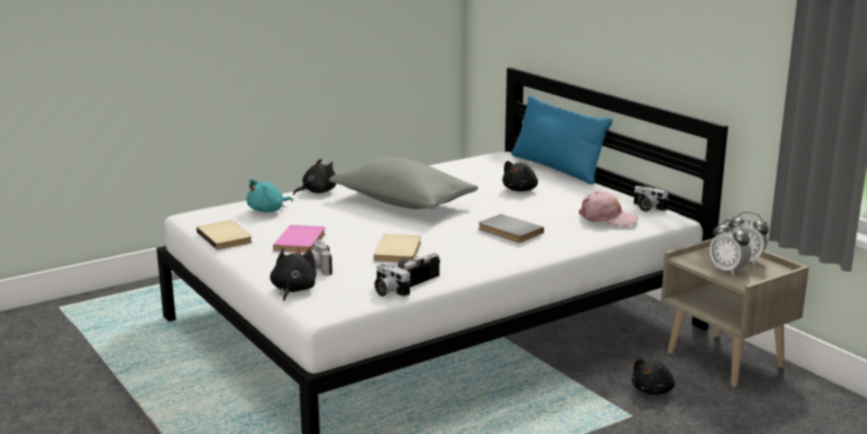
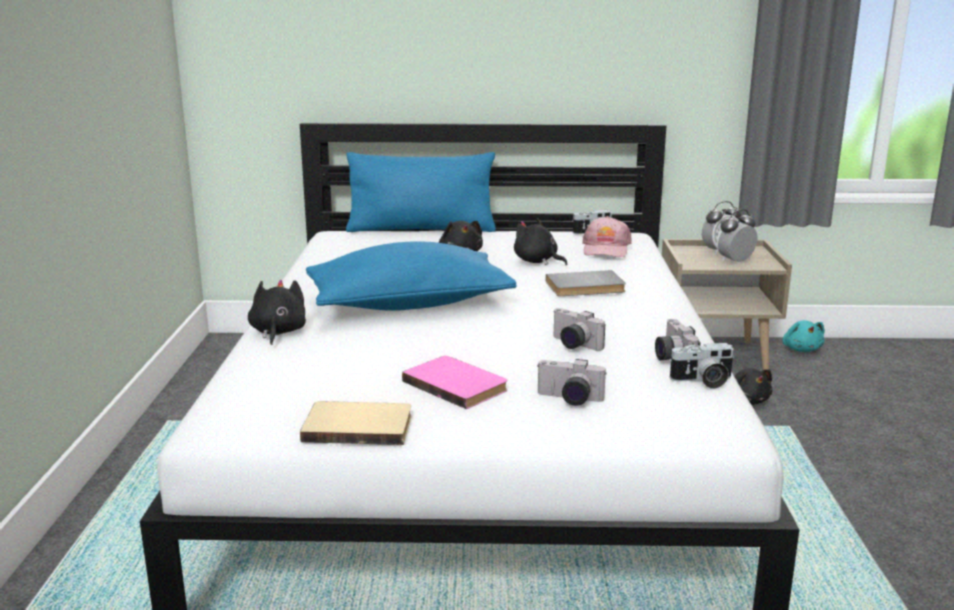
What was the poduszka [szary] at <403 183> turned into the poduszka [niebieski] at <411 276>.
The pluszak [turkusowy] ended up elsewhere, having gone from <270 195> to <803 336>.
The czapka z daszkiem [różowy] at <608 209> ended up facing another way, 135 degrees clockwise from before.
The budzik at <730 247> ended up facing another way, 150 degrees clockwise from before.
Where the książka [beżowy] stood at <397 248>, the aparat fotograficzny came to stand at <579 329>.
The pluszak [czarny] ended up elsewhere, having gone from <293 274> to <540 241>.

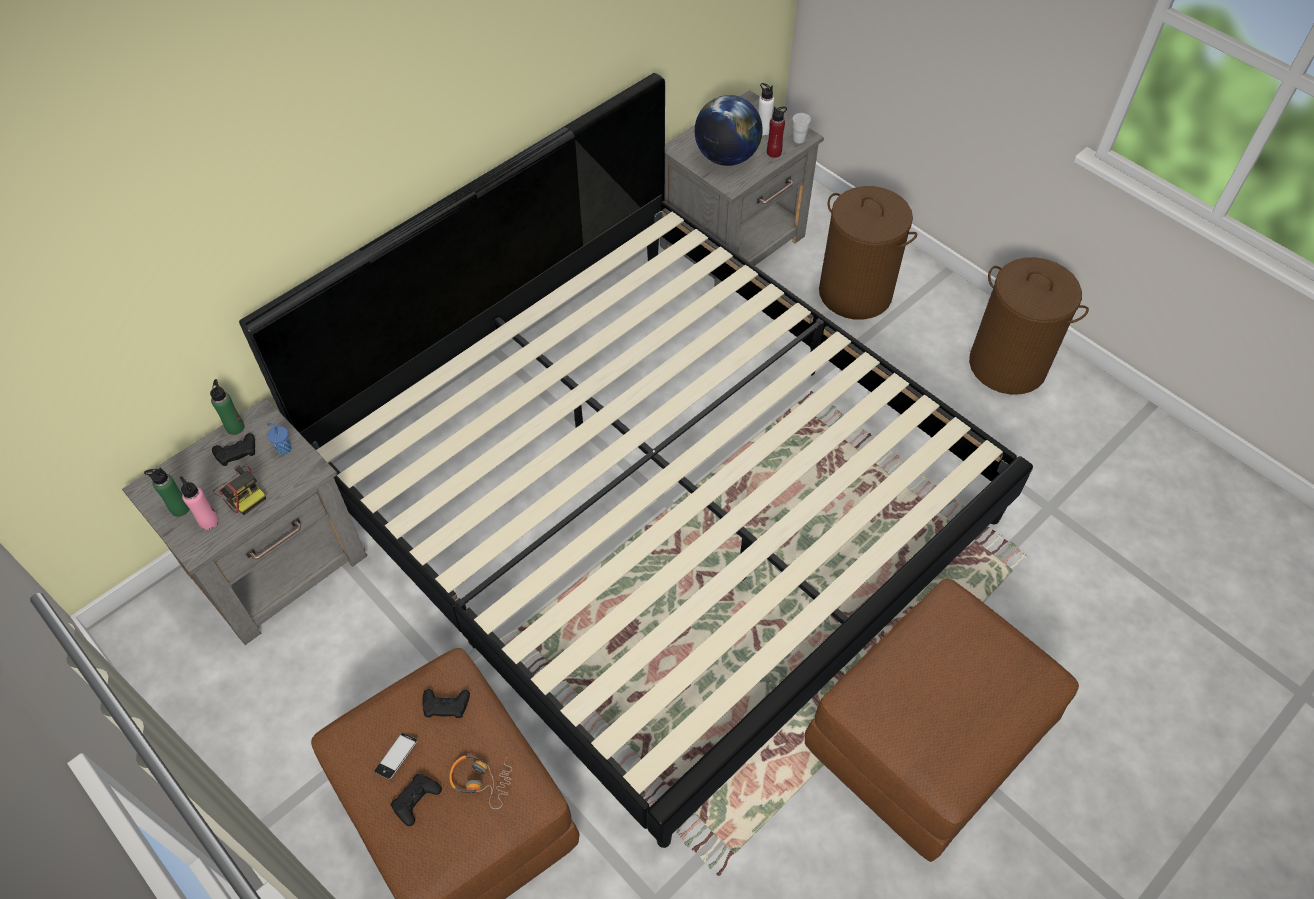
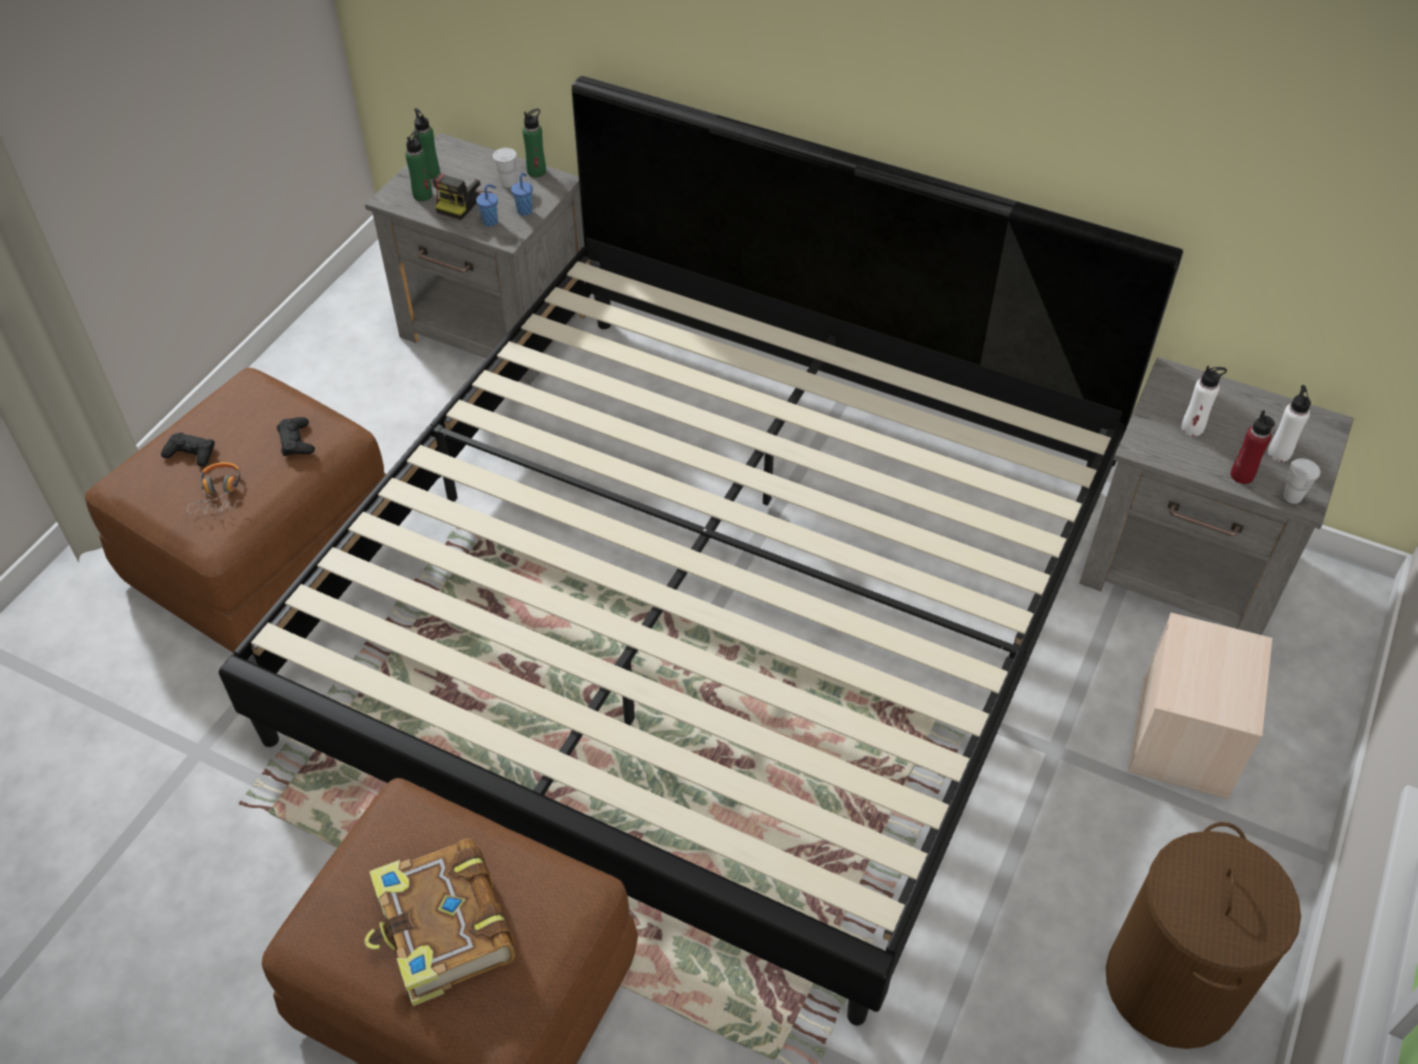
Where the globus stood at <729 130>, the butelka [biały] came to stand at <1204 401>.
Where the kosz na pranie [brązowy] stood at <868 253>, the pojemnik do przechowywania [beżowy] came to stand at <1200 705>.
Where the pad do gier [czarny] stood at <233 449>, the filiżanka [biały] came to stand at <505 167>.
What was the butelka [różowy] at <199 503> turned into the butelka [zielony] at <418 165>.
The second view lost the telefon at <396 756>.
The second view gained the filiżanka [niebieski] at <487 205>.
The second view gained the książka at <440 922>.

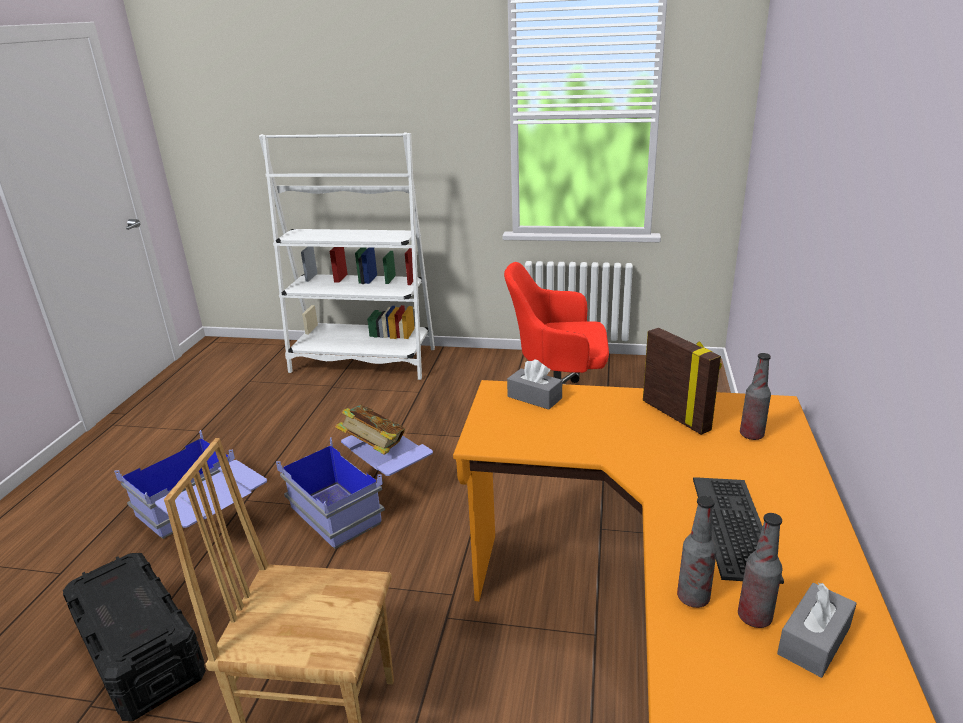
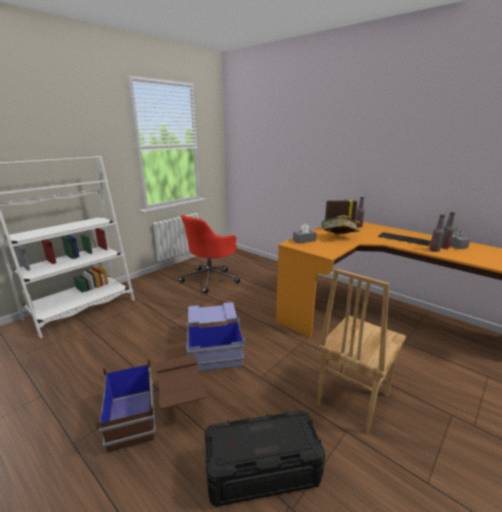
The książka ended up elsewhere, having gone from <370 430> to <340 225>.
What was the pojemnik do przechowywania [niebieski] at <190 484> turned into the pojemnik do przechowywania [brązowy] at <150 404>.

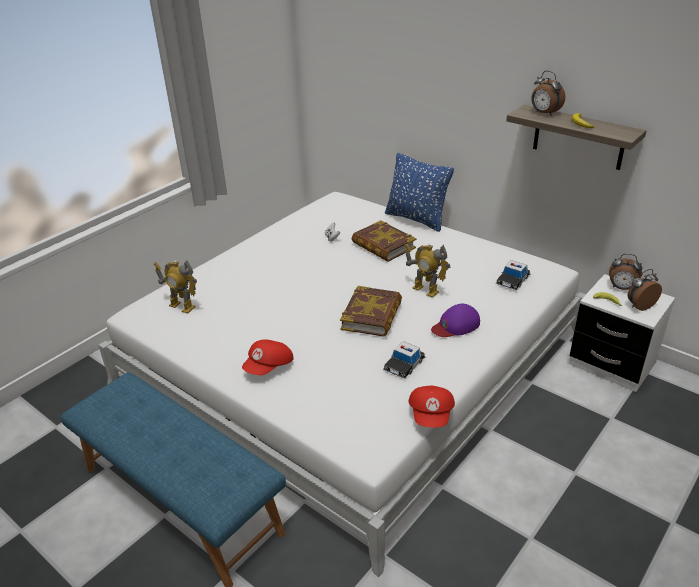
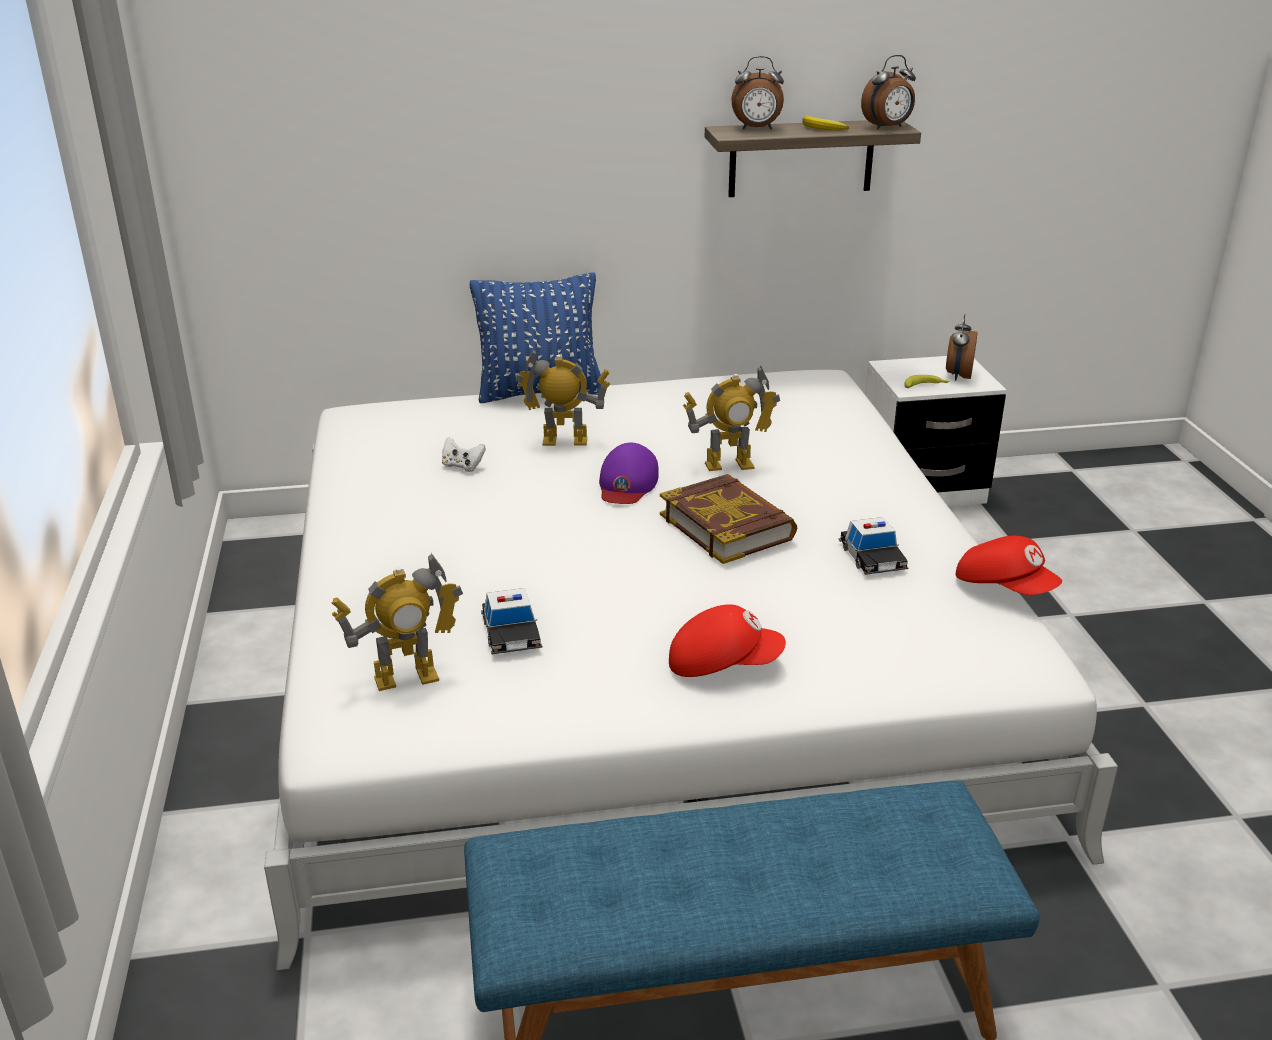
Where the książka stood at <384 241>, the robot zabawkowy came to stand at <563 398>.
The budzik ended up elsewhere, having gone from <625 272> to <888 92>.
The samochodzik ended up elsewhere, having gone from <513 275> to <512 621>.
The czapka z daszkiem [fioletowy] ended up elsewhere, having gone from <455 320> to <629 473>.
The czapka z daszkiem [czerwony] at <267 357> ended up facing another way, 75 degrees counterclockwise from before.

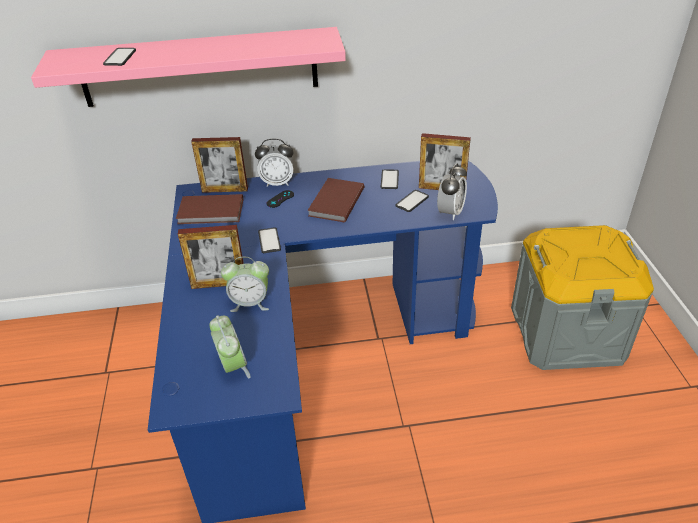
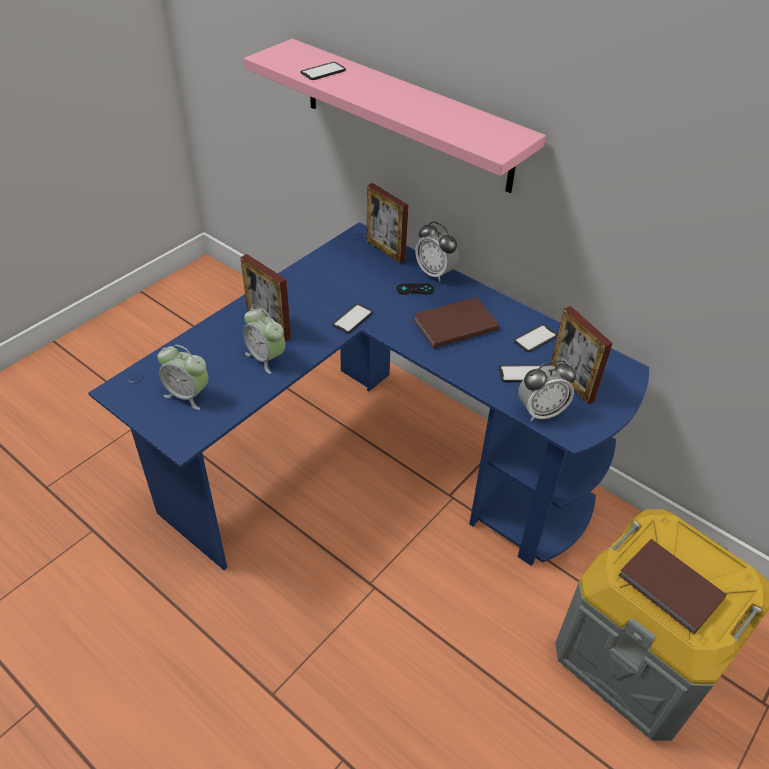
The książka [brązowy] ended up elsewhere, having gone from <209 209> to <672 586>.
The budzik at <230 346> ended up facing another way, 90 degrees clockwise from before.

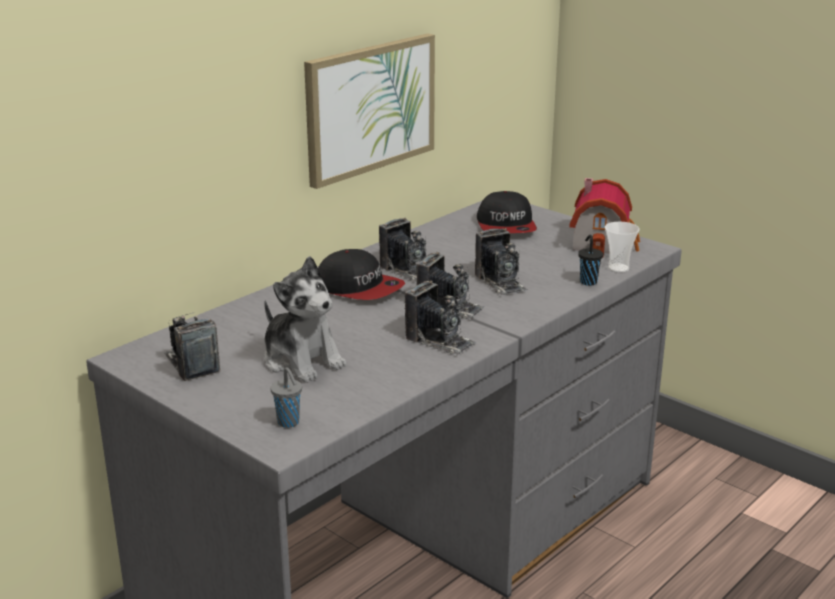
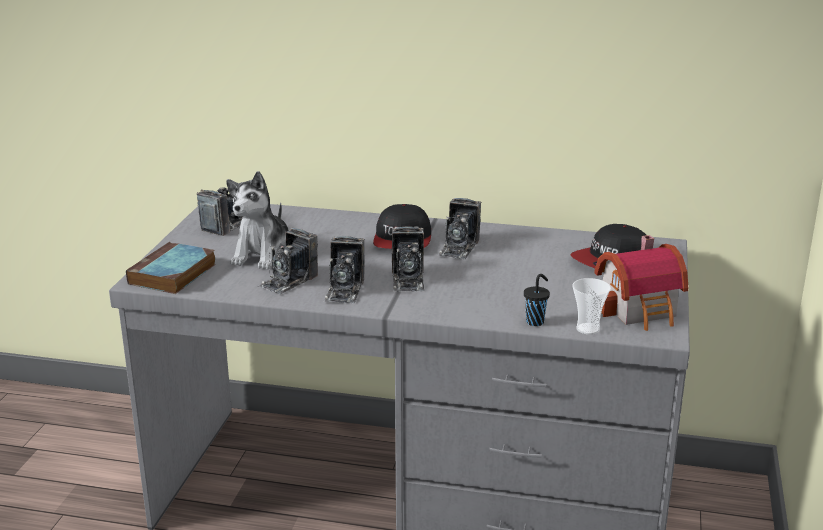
The second view lost the obraz at <369 111>.
The aparat fotograficzny ended up elsewhere, having gone from <501 262> to <288 261>.
Where the filiżanka [szary] stood at <286 397>, the książka came to stand at <171 268>.

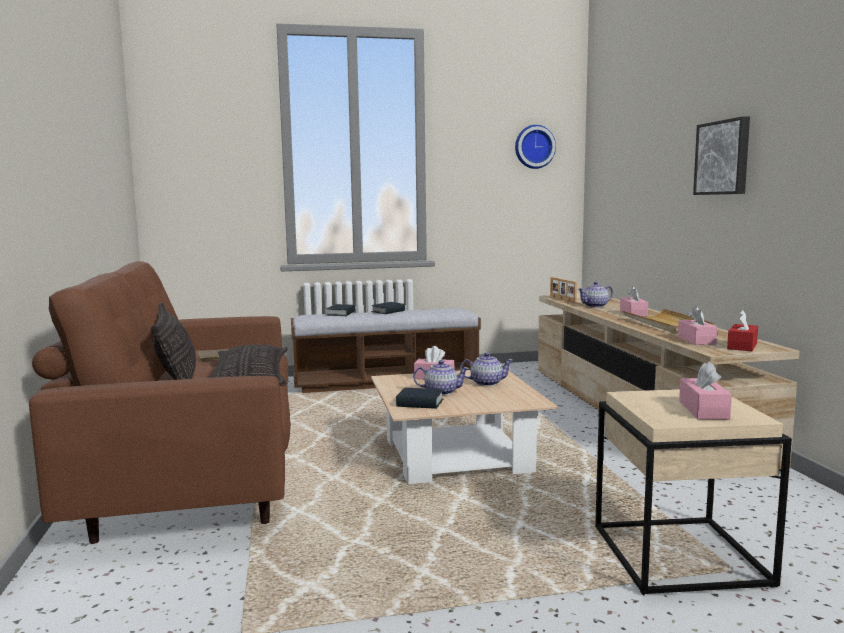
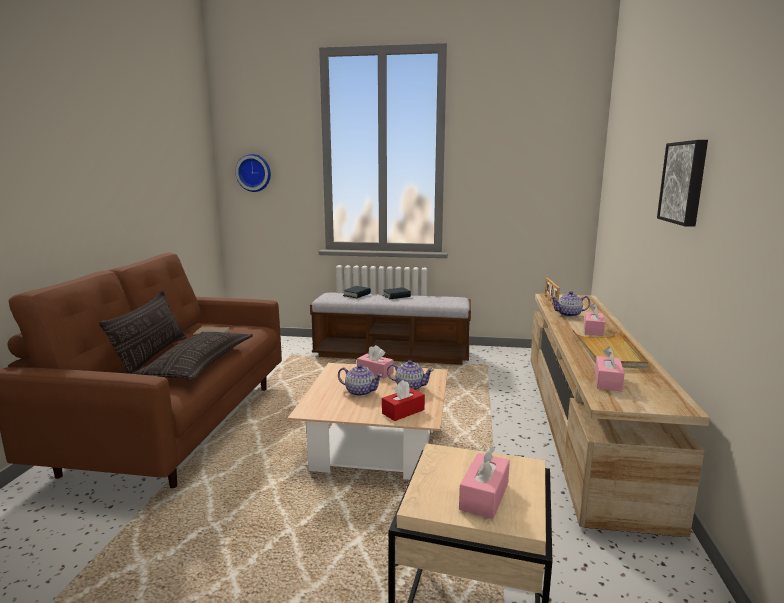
The zegar ścienny ended up elsewhere, having gone from <535 147> to <253 173>.
The pudełko chusteczek [czerwony] ended up elsewhere, having gone from <742 330> to <403 400>.
The second view lost the książka at <419 398>.

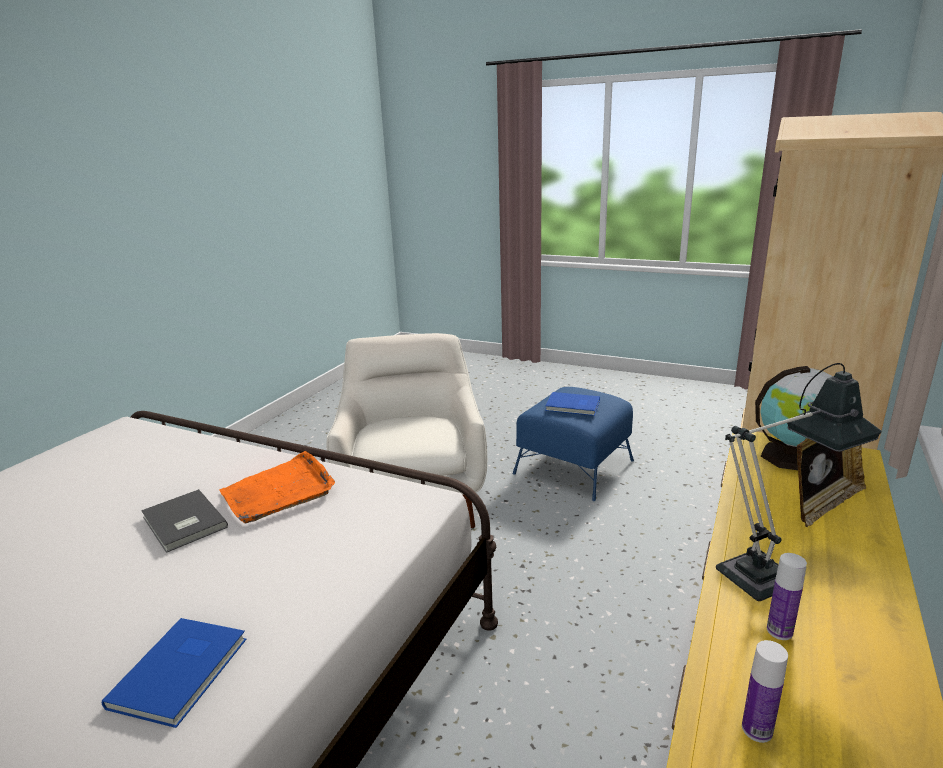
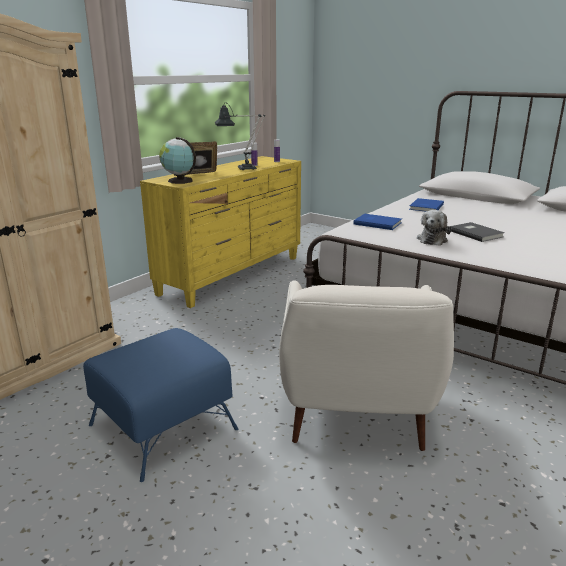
The książka [niebieski] ended up elsewhere, having gone from <572 404> to <377 222>.
Where the taca [pomarańczowy] stood at <277 487>, the pluszak came to stand at <434 228>.

